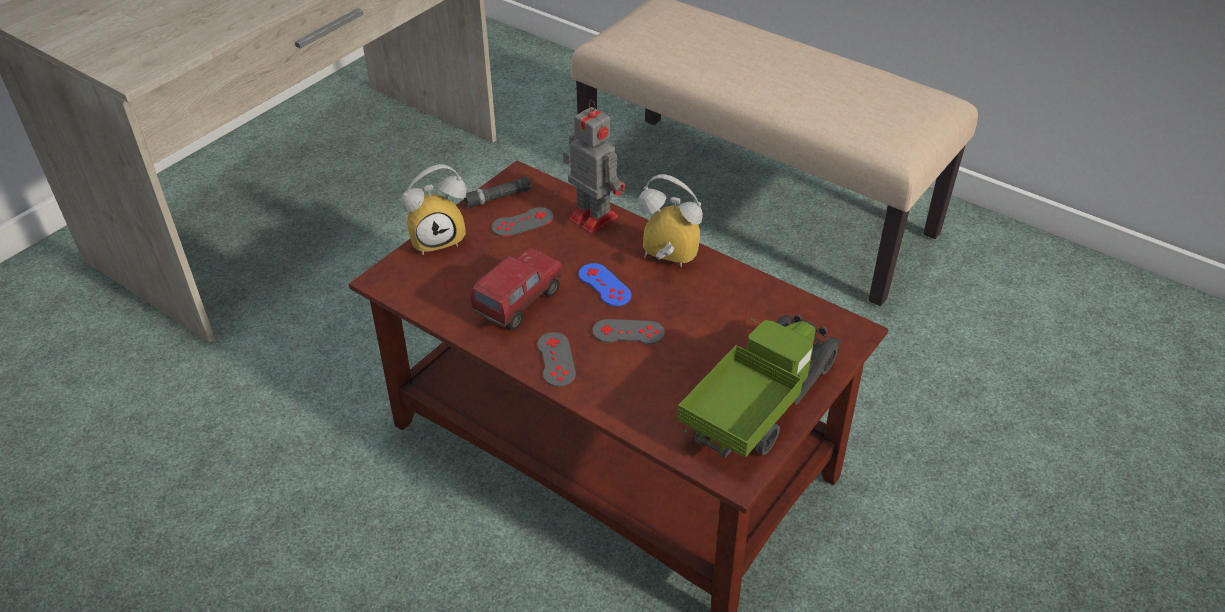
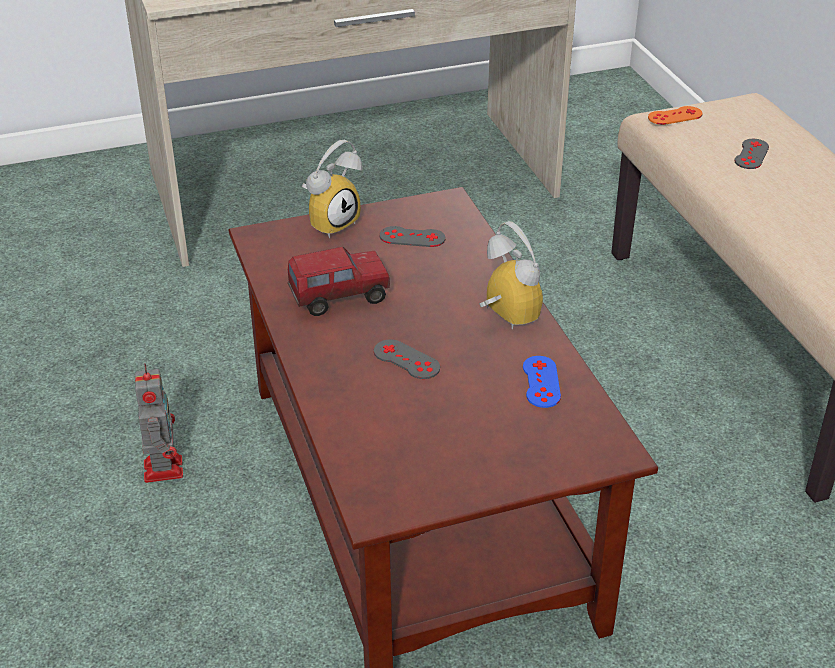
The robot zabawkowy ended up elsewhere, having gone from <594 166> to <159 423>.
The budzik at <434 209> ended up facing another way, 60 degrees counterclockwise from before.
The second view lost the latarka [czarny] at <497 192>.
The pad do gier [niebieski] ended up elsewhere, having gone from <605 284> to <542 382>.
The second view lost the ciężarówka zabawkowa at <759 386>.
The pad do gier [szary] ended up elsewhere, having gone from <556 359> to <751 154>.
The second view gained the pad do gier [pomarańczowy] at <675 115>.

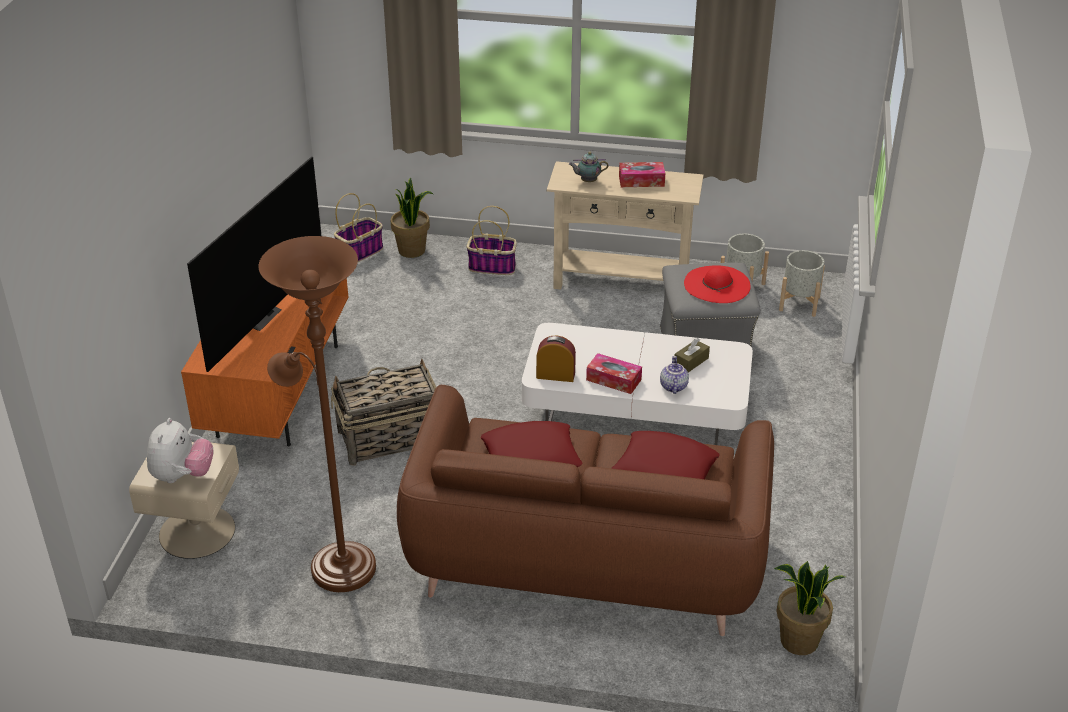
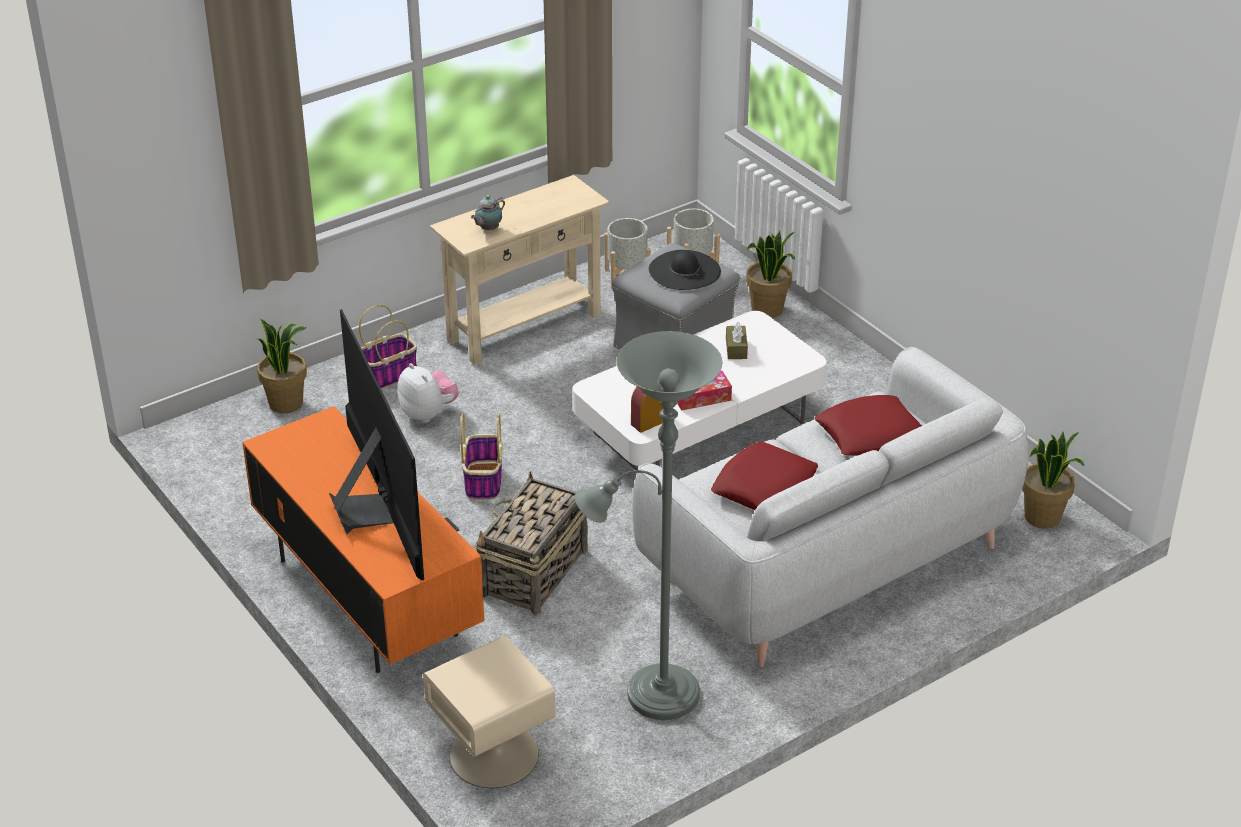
The second view lost the pudełko chusteczek at <642 174>.
The koszyk ended up elsewhere, having gone from <358 227> to <482 456>.
What was the lampa stojąca [brązowy] at <317 414> turned into the lampa stojąca [szary] at <648 525>.
What was the kapelusz [czerwony] at <717 284> turned into the kapelusz [czarny] at <685 270>.
The second view lost the imbryk at <674 375>.
What was the kanapa [brązowy] at <585 510> turned into the kanapa [szary] at <830 507>.
The pluszak ended up elsewhere, having gone from <180 450> to <428 393>.
The second view gained the roślina doniczkowa at <770 274>.

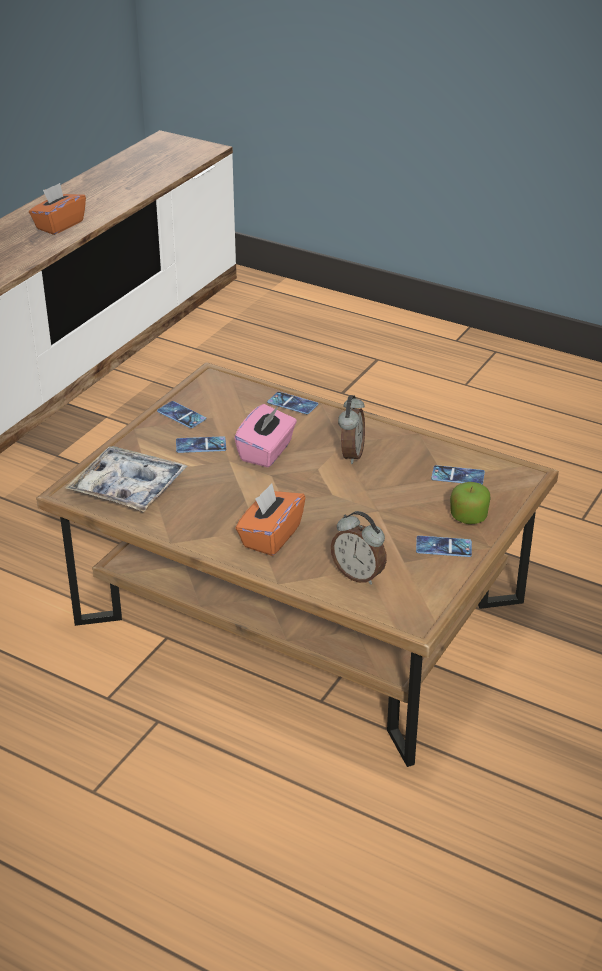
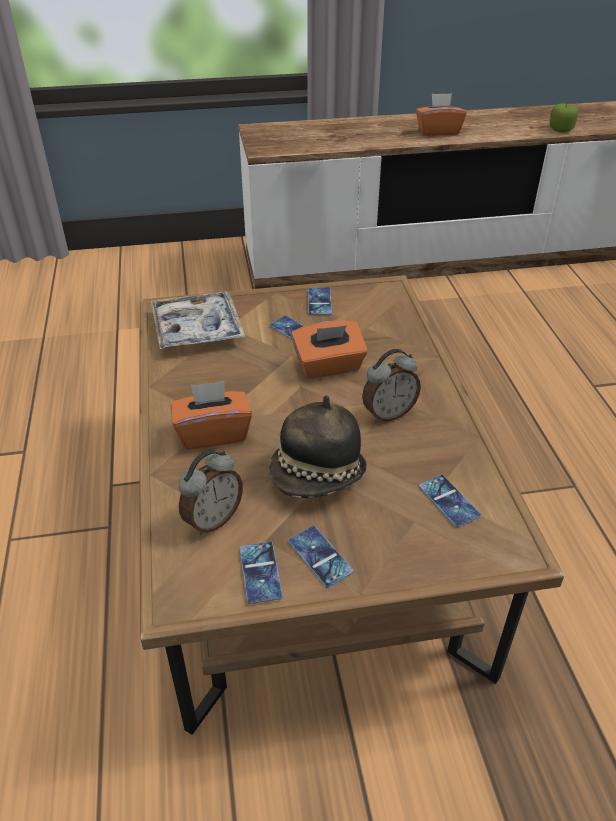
The telefon ended up elsewhere, having gone from <292 403> to <261 573>.
What was the pudełko chusteczek [różowy] at <265 436> turned into the pudełko chusteczek [pomarańczowy] at <329 349>.
The jabłko ended up elsewhere, having gone from <470 503> to <563 117>.
The budzik at <359 548> ended up facing another way, 135 degrees counterclockwise from before.
The second view gained the kapelusz at <318 447>.

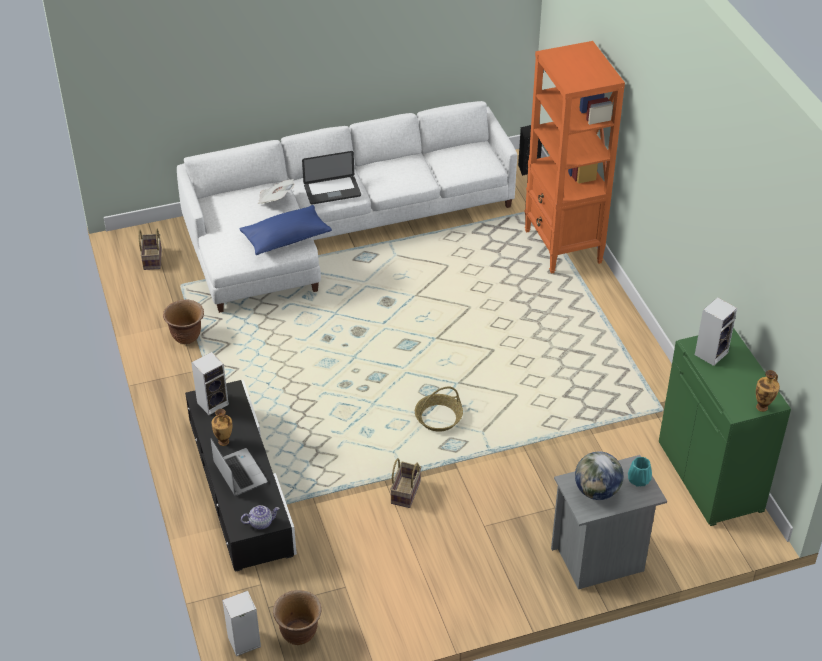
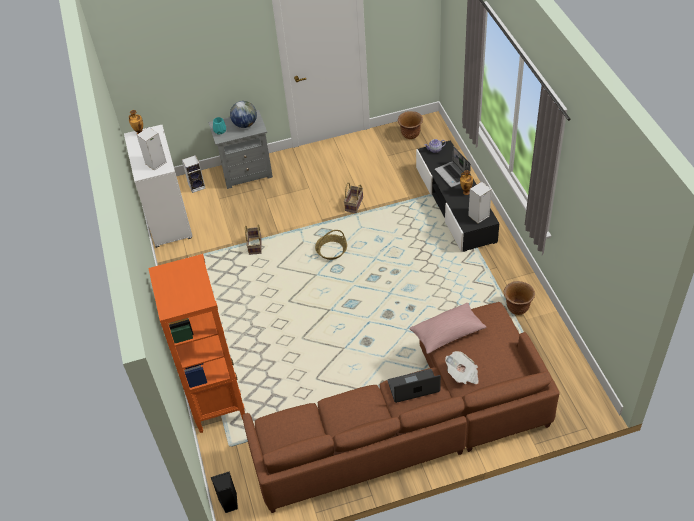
What was the kanapa [biały] at <347 207> turned into the kanapa [brązowy] at <401 407>.
What was the poduszka [niebieski] at <285 230> turned into the poduszka [różowy] at <448 328>.
The koszyk ended up elsewhere, having gone from <150 249> to <253 239>.
What was the szafka [zielony] at <725 427> turned into the szafka [biały] at <158 186>.
The głośnik ended up elsewhere, having gone from <241 623> to <194 174>.

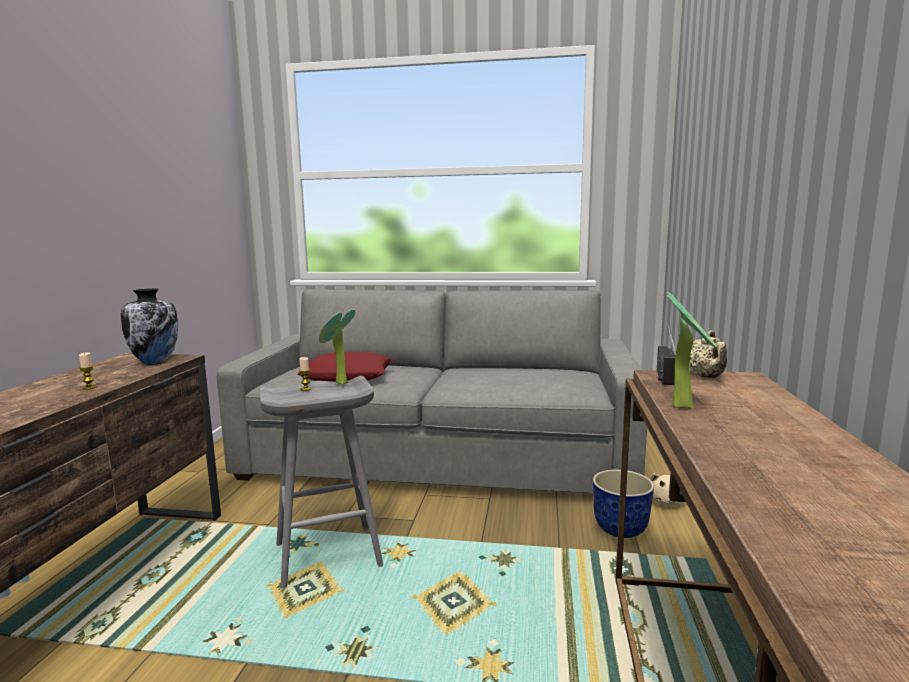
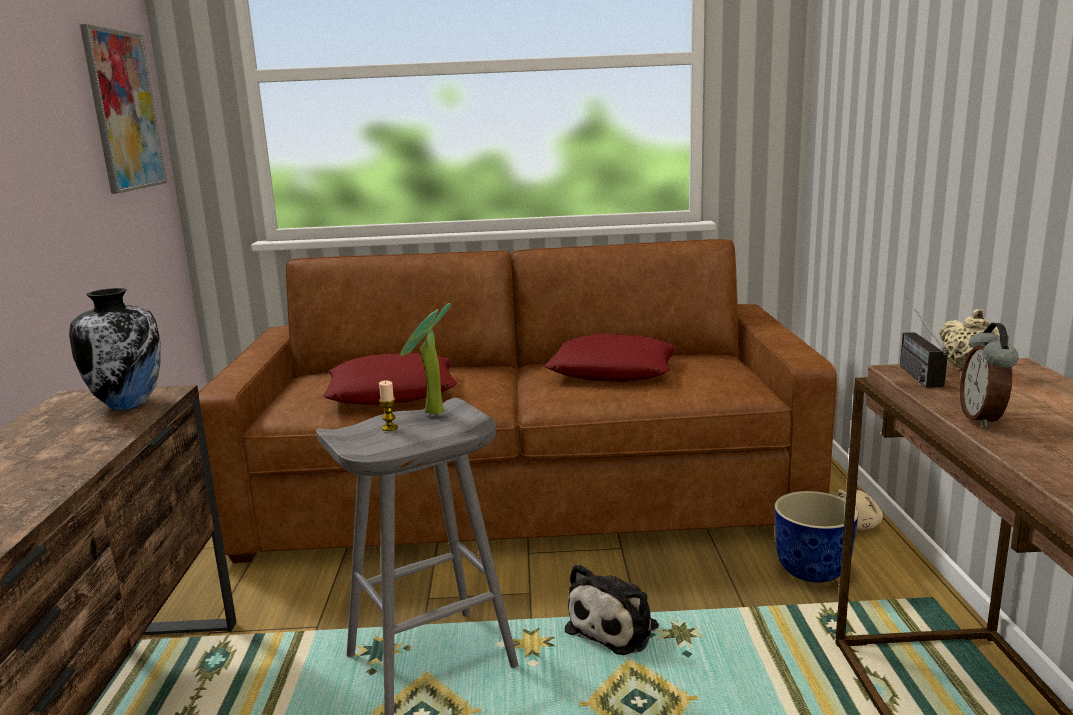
What was the kanapa [szary] at <431 391> turned into the kanapa [brązowy] at <518 401>.
Where the roślina doniczkowa stood at <692 350>, the budzik came to stand at <989 375>.
The second view lost the świeca at <87 371>.
The second view gained the obraz at <123 109>.
The second view gained the poduszka [czerwony] at <611 358>.
The second view gained the pluszak at <612 609>.

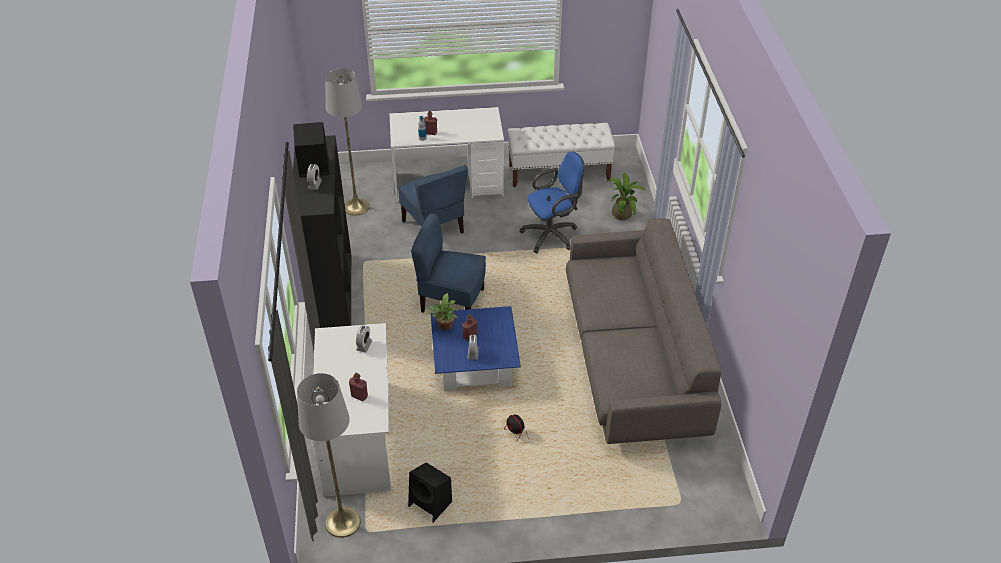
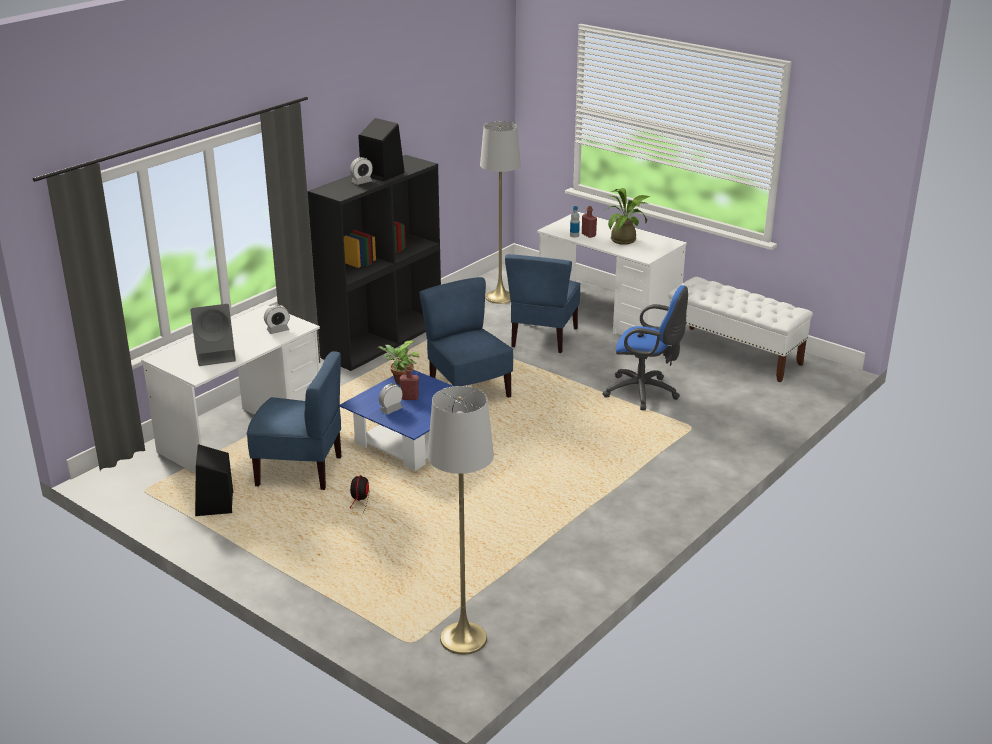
The roślina doniczkowa ended up elsewhere, having gone from <626 196> to <627 216>.
The second view lost the kanapa [szary] at <643 331>.
The lampa stojąca [szary] ended up elsewhere, having gone from <329 455> to <461 520>.
Where the butelka [czerwony] stood at <358 387>, the głośnik [szary] came to stand at <213 335>.
The second view gained the krzesło [niebieski] at <294 420>.

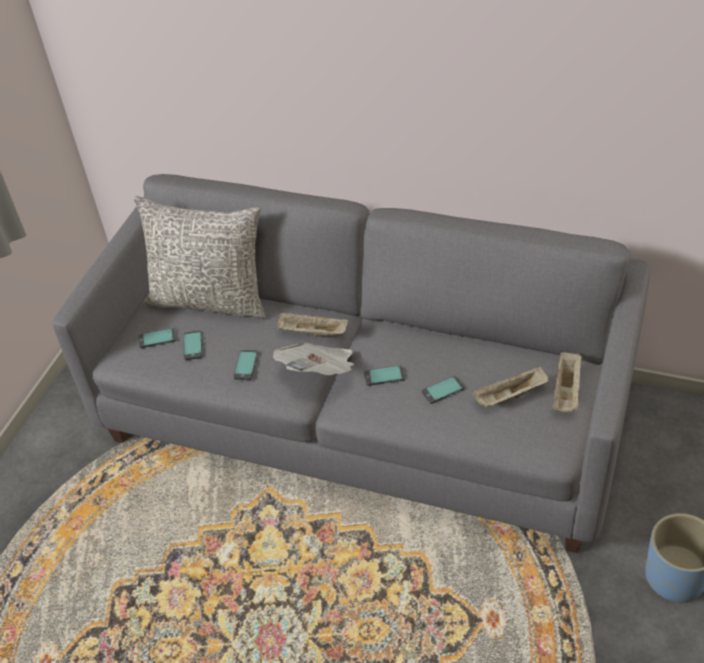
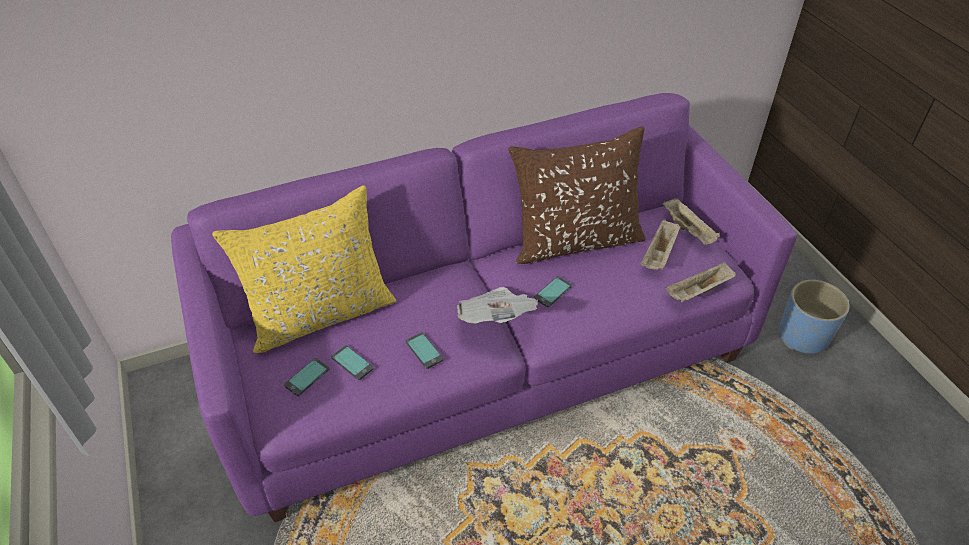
What was the kanapa [szary] at <351 363> turned into the kanapa [fioletowy] at <484 307>.
What was the poduszka [szary] at <200 257> turned into the poduszka [żółty] at <304 269>.
The taca [beżowy] ended up elsewhere, having gone from <312 324> to <701 282>.
The second view lost the telefon at <443 390>.
The second view gained the poduszka [brązowy] at <577 195>.

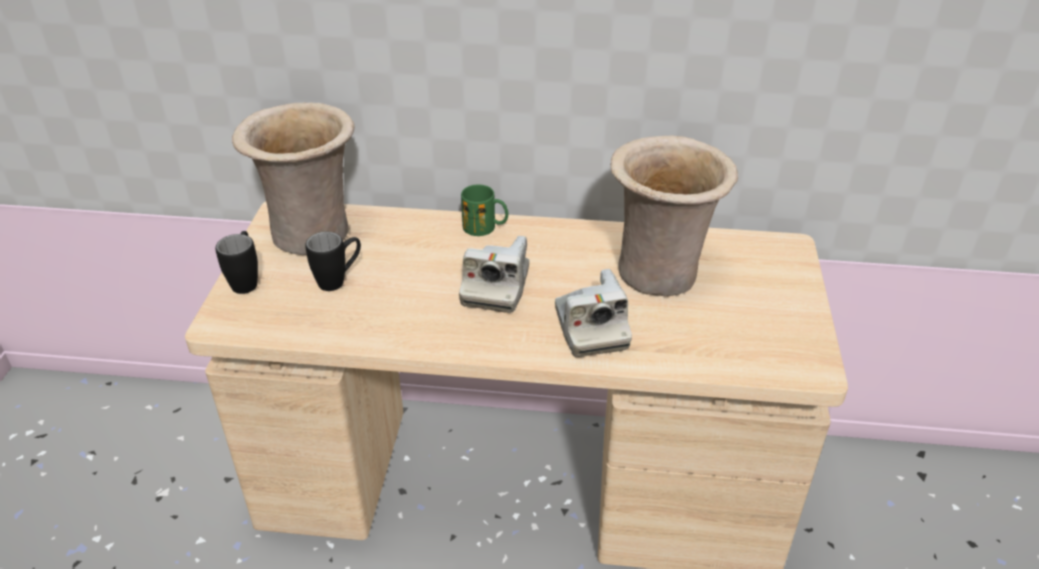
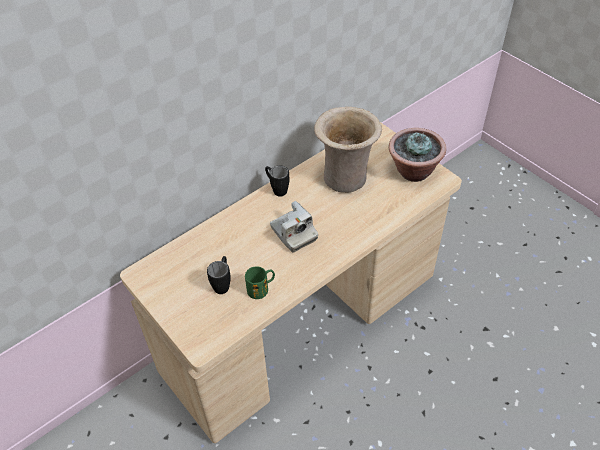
The second view lost the wazon [beżowy] at <293 178>.
The kubek [zielony] ended up elsewhere, having gone from <484 210> to <260 282>.
The kubek [czarny] ended up elsewhere, having gone from <236 262> to <277 181>.
The second view lost the aparat fotograficzny at <593 313>.
The second view gained the roślina doniczkowa at <417 155>.

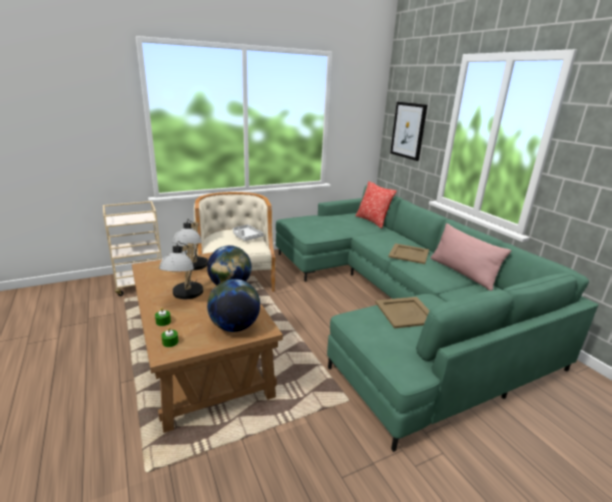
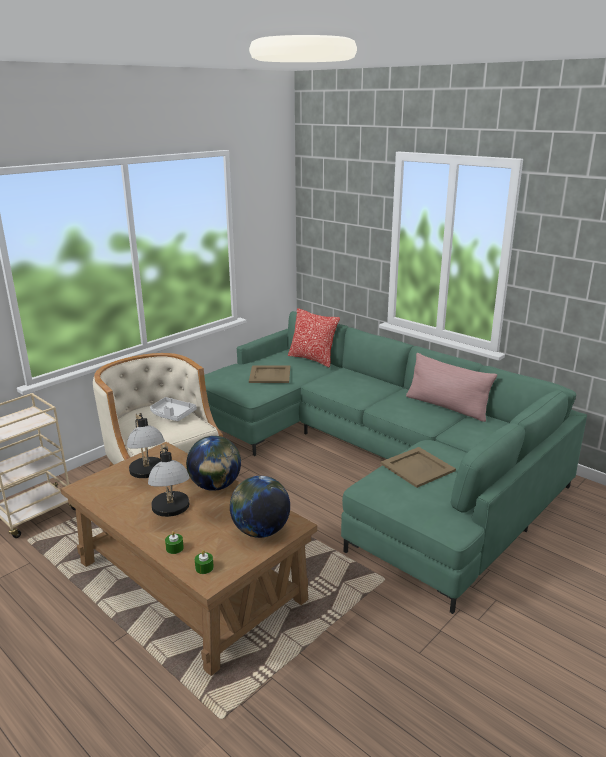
The second view lost the obraz at <408 131>.
The taca [beżowy] ended up elsewhere, having gone from <408 253> to <269 374>.

